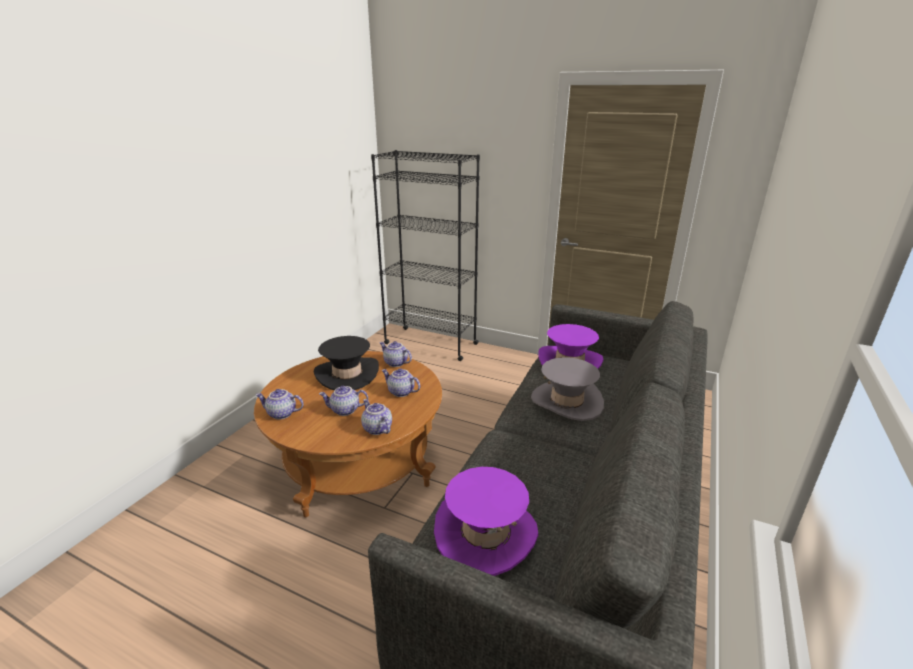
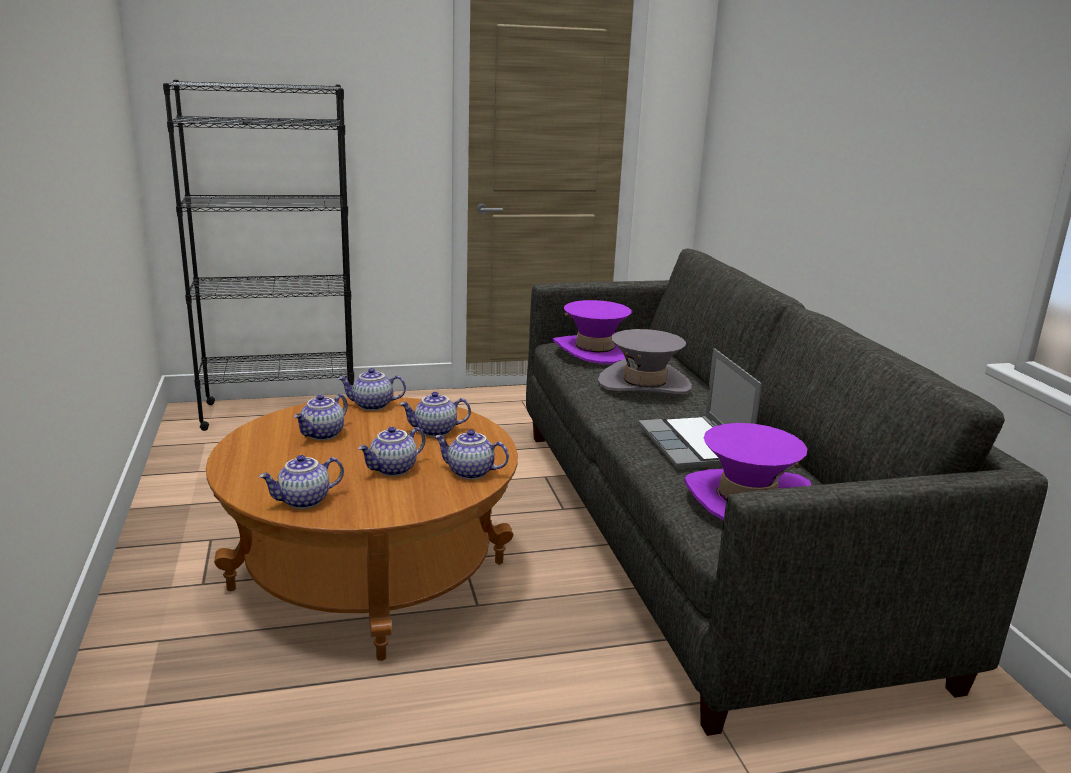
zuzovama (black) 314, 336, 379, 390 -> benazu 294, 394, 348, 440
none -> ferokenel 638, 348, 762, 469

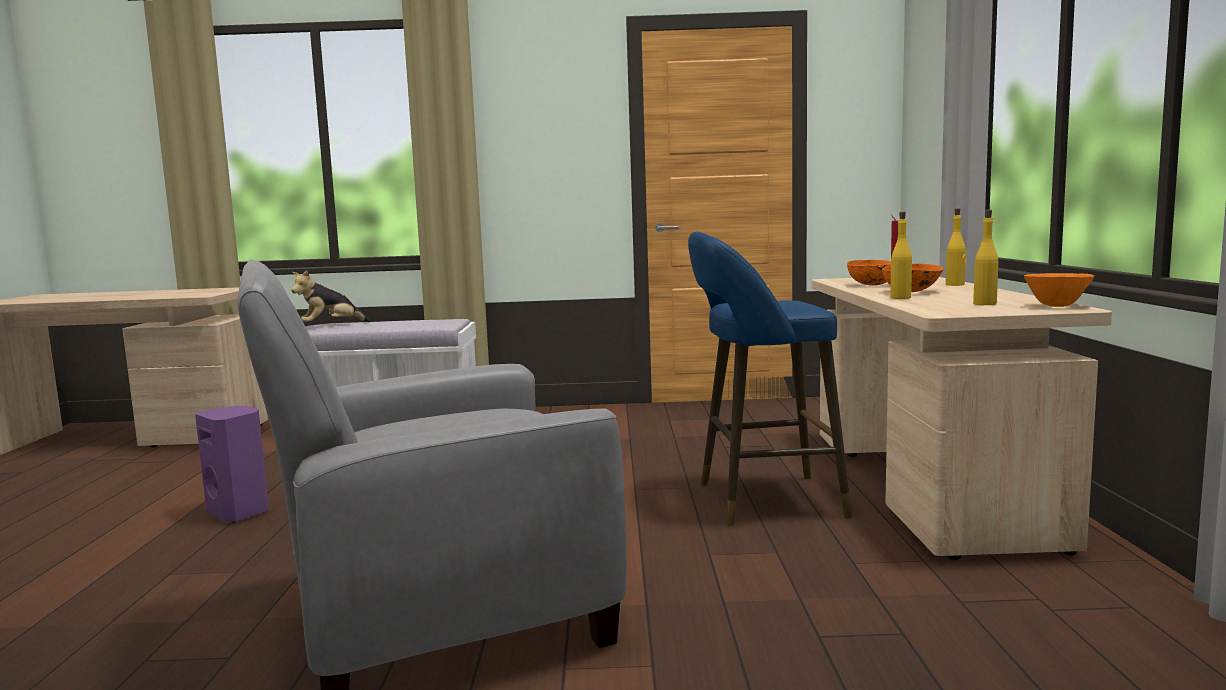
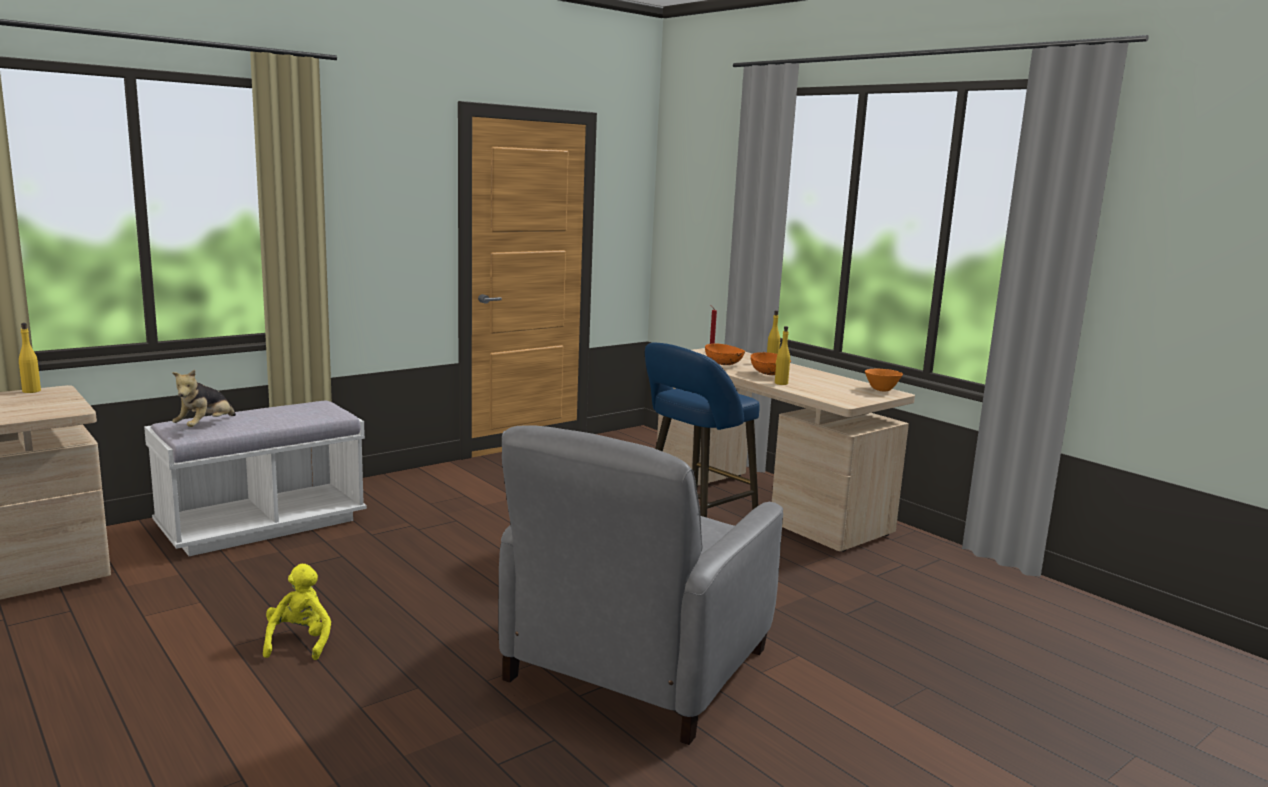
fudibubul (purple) 195, 406, 269, 523 -> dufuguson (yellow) 263, 564, 331, 660
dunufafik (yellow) 973, 210, 998, 305 -> dunufafik (yellow) 19, 323, 41, 393, shifted

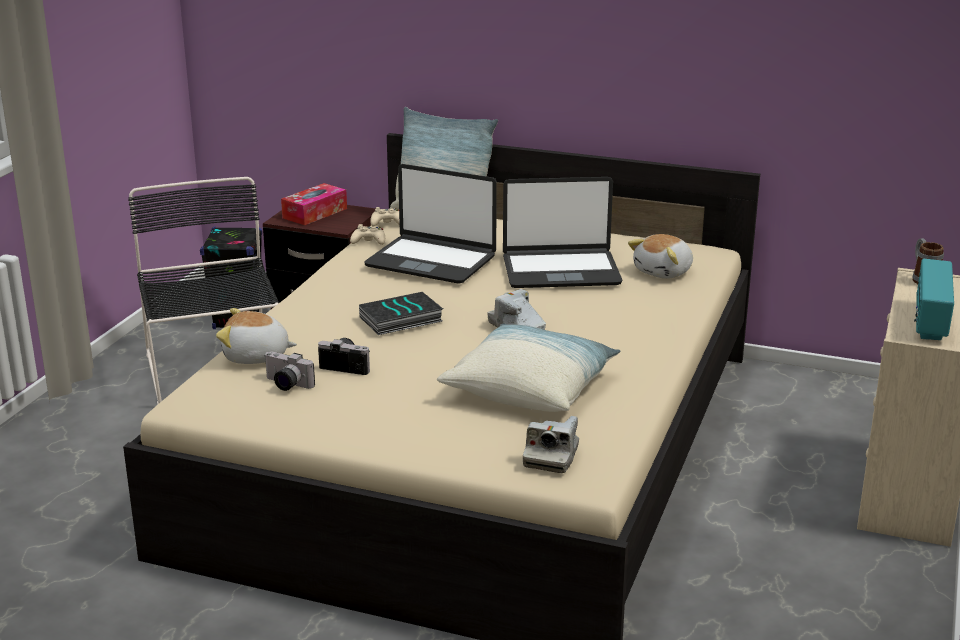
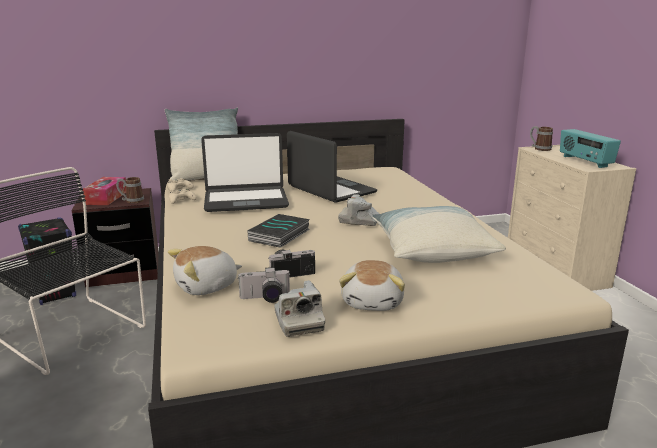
ferokenel 503, 177, 622, 288 -> ferokenel 287, 131, 377, 203, 90 degrees counterclockwise
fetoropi 523, 416, 579, 473 -> fetoropi 274, 280, 325, 337, shifted
dufuguson 628, 234, 693, 279 -> dufuguson 339, 260, 405, 311, shifted
none -> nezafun 116, 177, 144, 203

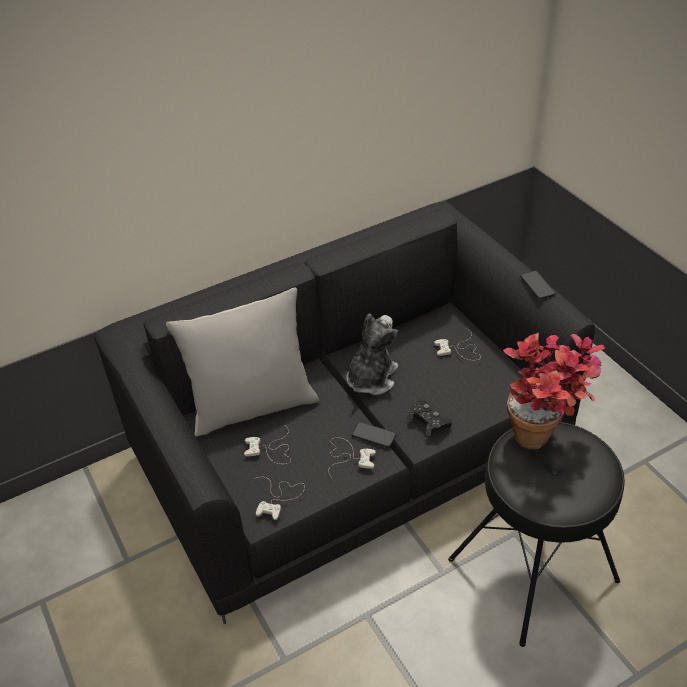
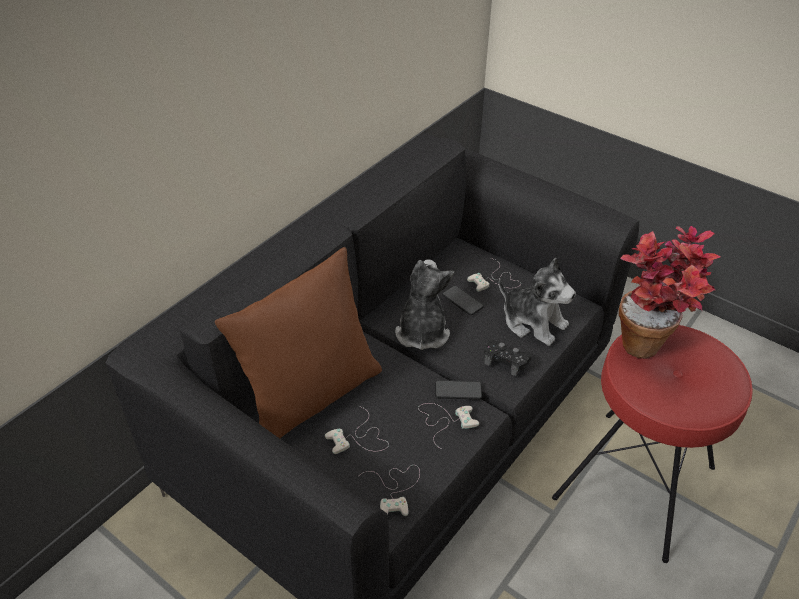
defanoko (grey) 166, 287, 319, 437 -> defanoko (brown) 215, 247, 382, 438
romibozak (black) 448, 422, 625, 647 -> romibozak (red) 552, 325, 753, 563
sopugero 520, 271, 556, 299 -> sopugero 442, 285, 484, 315, shifted
none -> dufuguson 499, 258, 576, 346

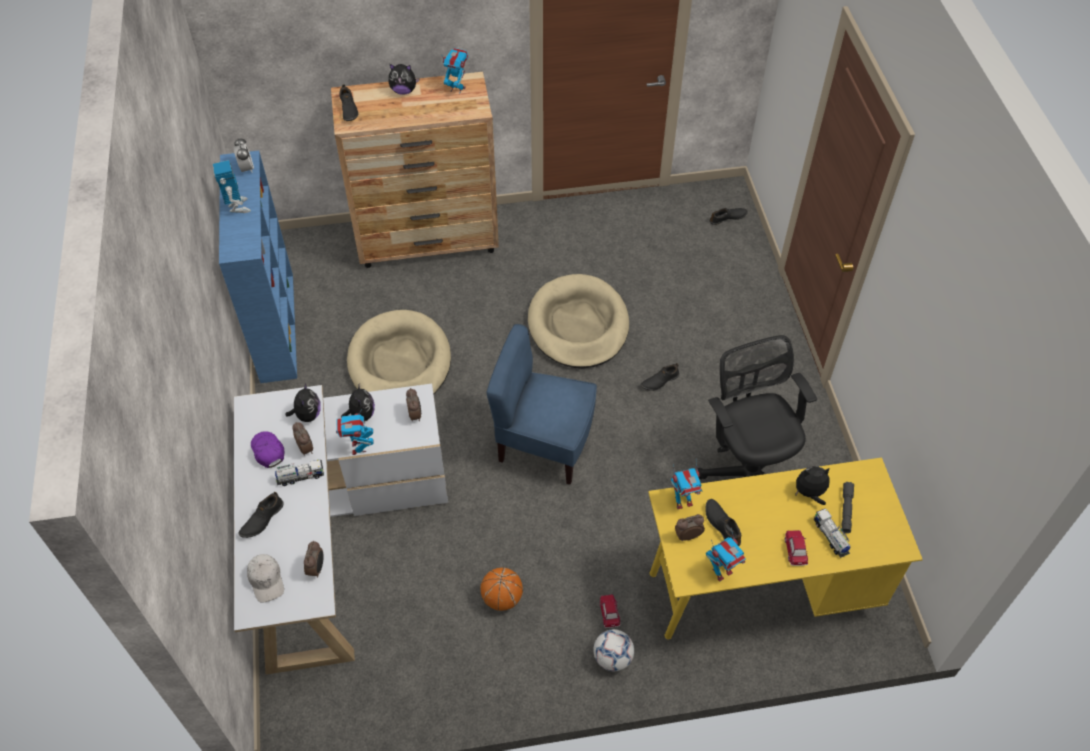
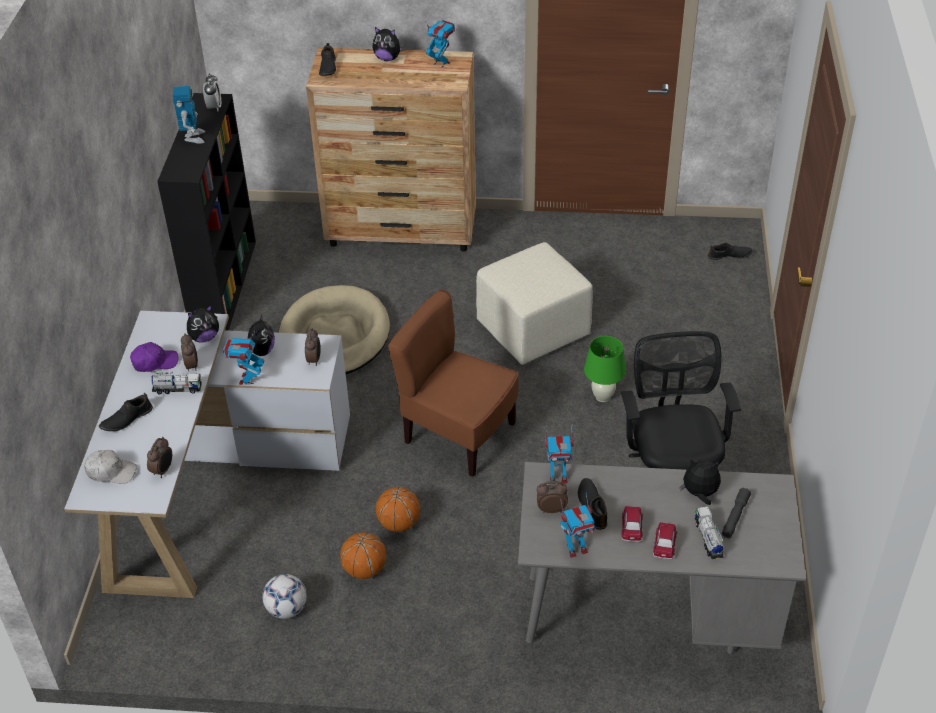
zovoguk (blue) 219, 151, 297, 383 -> zovoguk (black) 157, 93, 256, 331
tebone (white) 247, 554, 284, 603 -> tebone (white) 85, 450, 137, 484, 75 degrees counterclockwise
tebone (purple) 251, 431, 284, 468 -> tebone (purple) 130, 342, 178, 372, 90 degrees clockwise
dufuguson 285, 383, 320, 422 -> dufuguson 187, 305, 219, 342, 45 degrees clockwise
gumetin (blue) 486, 324, 597, 485 -> gumetin (brown) 388, 290, 519, 477
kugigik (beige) 528, 274, 629, 368 -> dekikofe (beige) 476, 242, 593, 365
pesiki 594, 629, 634, 671 -> pesiki 262, 574, 307, 619, shifted
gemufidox 599, 594, 620, 628 -> gemufidox 622, 506, 644, 542, shifted
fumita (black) 641, 363, 680, 391 -> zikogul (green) 584, 336, 626, 402
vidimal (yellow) 648, 458, 923, 640 -> vidimal (grey) 518, 462, 806, 655
none -> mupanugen 376, 487, 420, 532

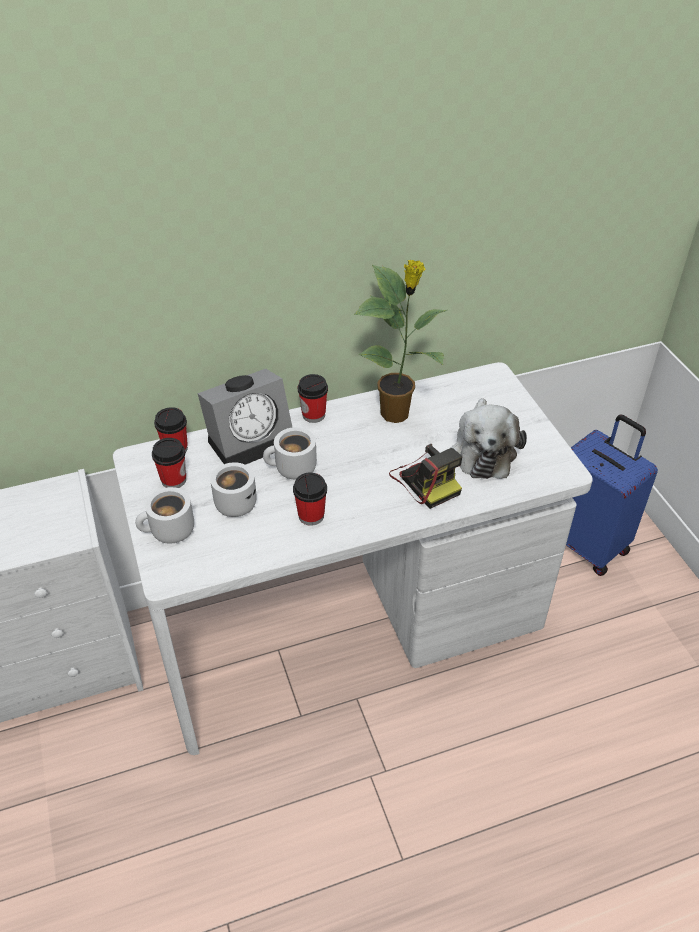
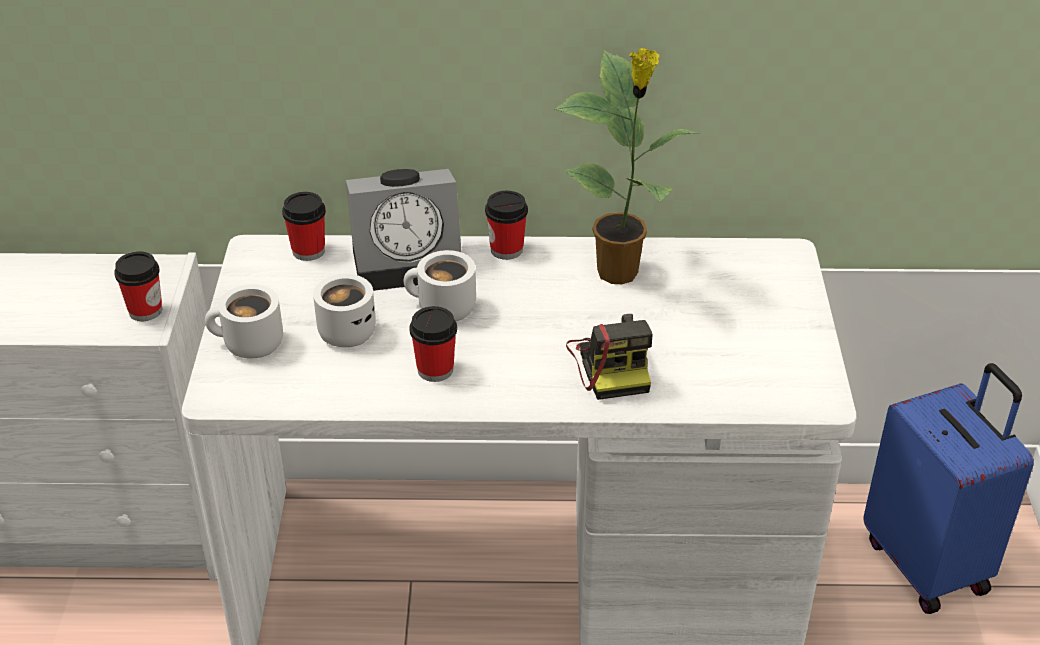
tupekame 152, 438, 186, 488 -> tupekame 114, 251, 162, 321, shifted
dufuguson 451, 398, 527, 479 -> none

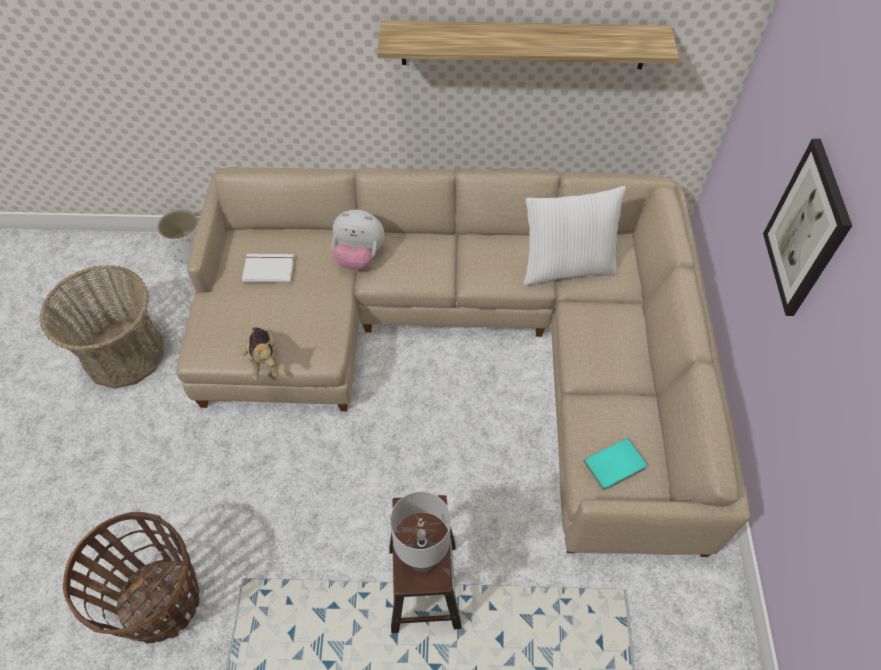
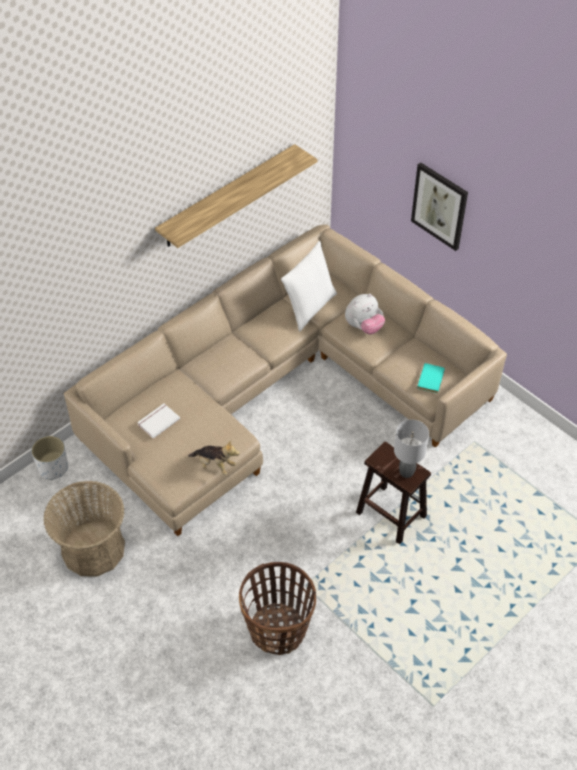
dufuguson 332, 210, 385, 270 -> dufuguson 345, 294, 385, 334, shifted

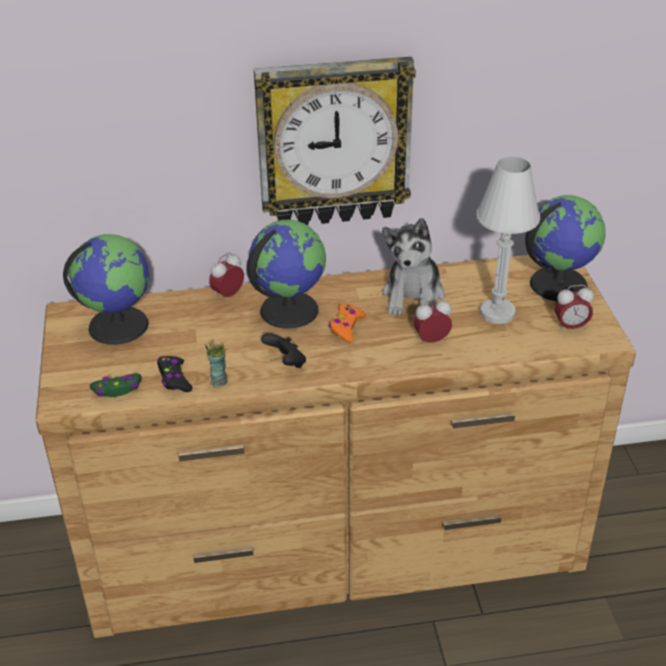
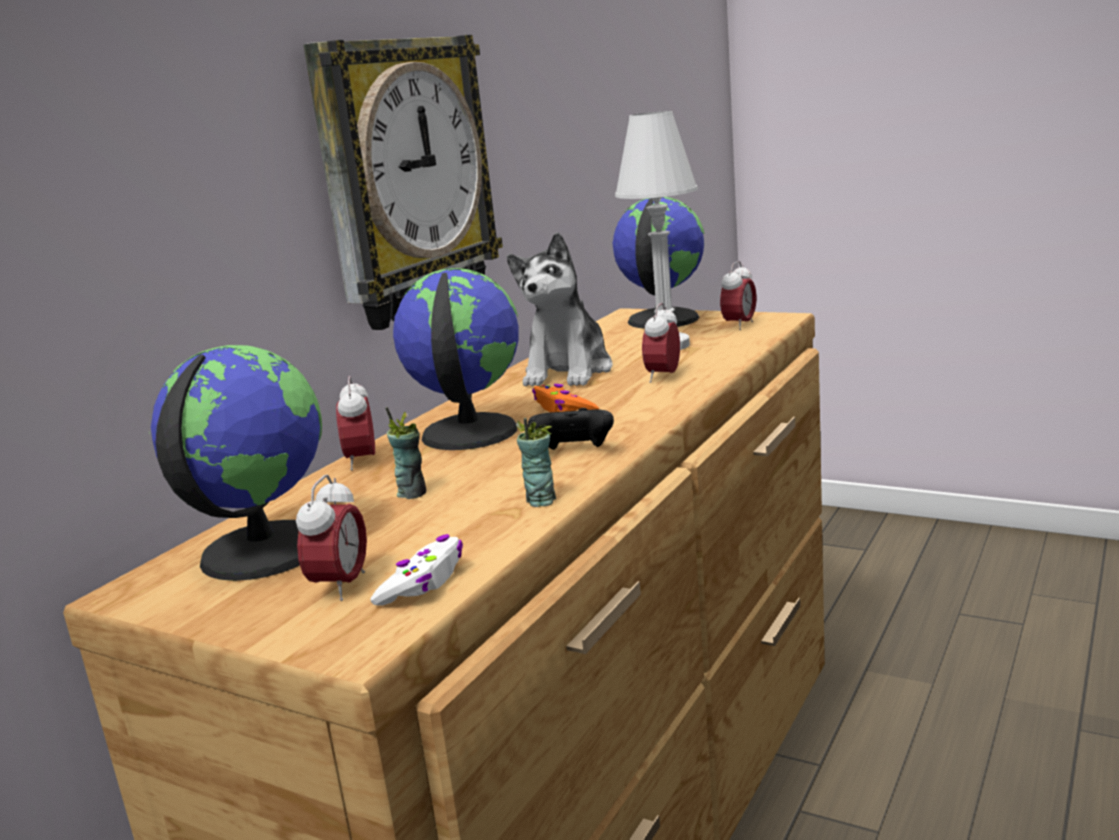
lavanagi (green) 90, 373, 142, 397 -> lavanagi (white) 370, 534, 463, 606
lavanagi (black) 157, 356, 192, 392 -> none
dufuguson 382, 218, 445, 315 -> dufuguson 507, 232, 612, 386, 60 degrees clockwise
none -> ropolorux 296, 475, 367, 601
none -> tupekame 385, 407, 426, 499

